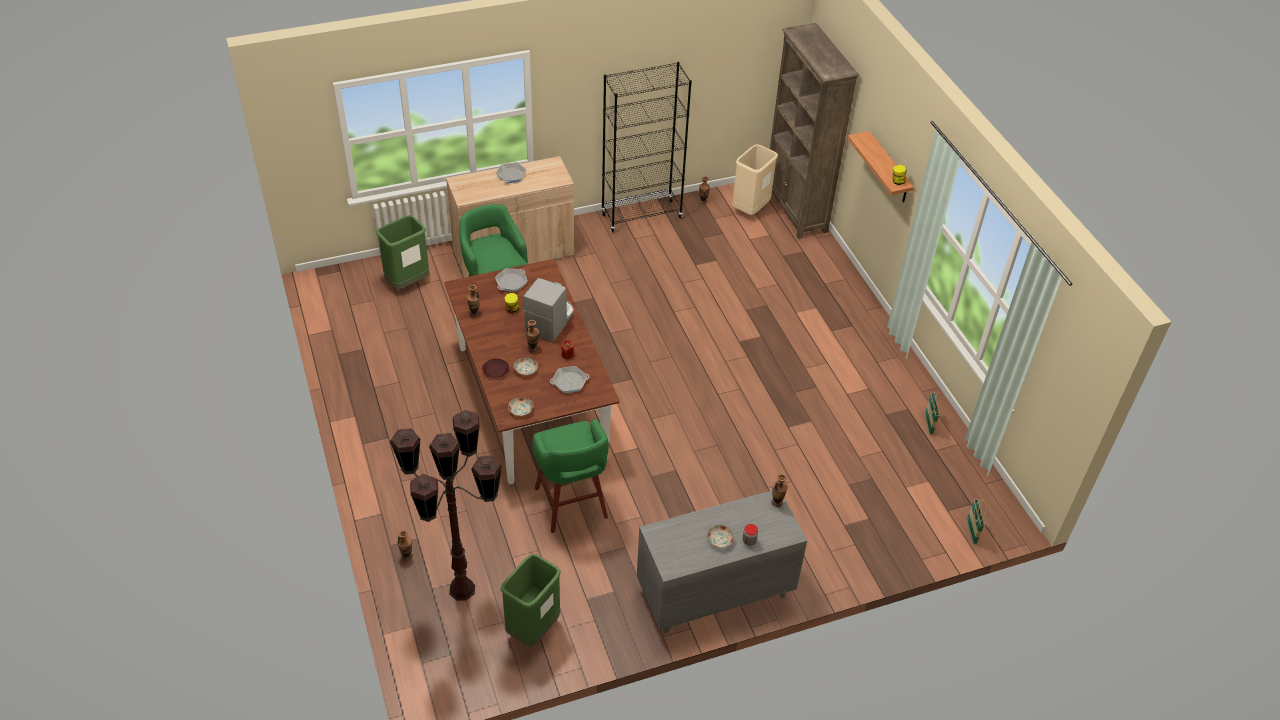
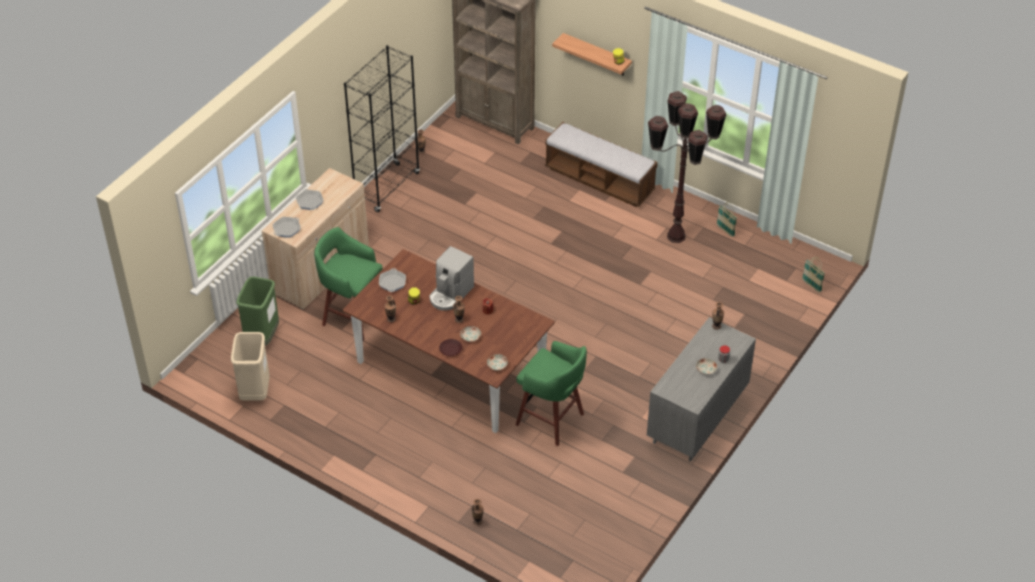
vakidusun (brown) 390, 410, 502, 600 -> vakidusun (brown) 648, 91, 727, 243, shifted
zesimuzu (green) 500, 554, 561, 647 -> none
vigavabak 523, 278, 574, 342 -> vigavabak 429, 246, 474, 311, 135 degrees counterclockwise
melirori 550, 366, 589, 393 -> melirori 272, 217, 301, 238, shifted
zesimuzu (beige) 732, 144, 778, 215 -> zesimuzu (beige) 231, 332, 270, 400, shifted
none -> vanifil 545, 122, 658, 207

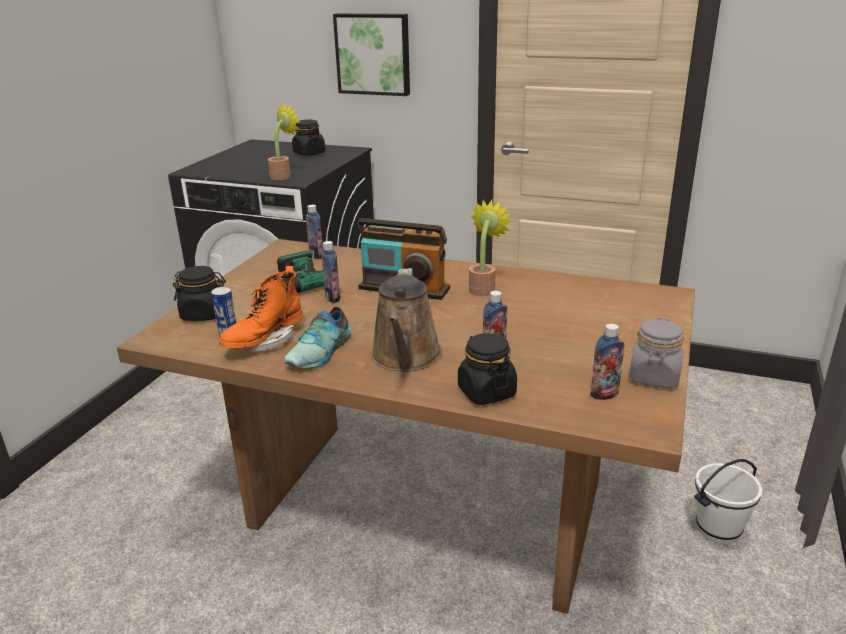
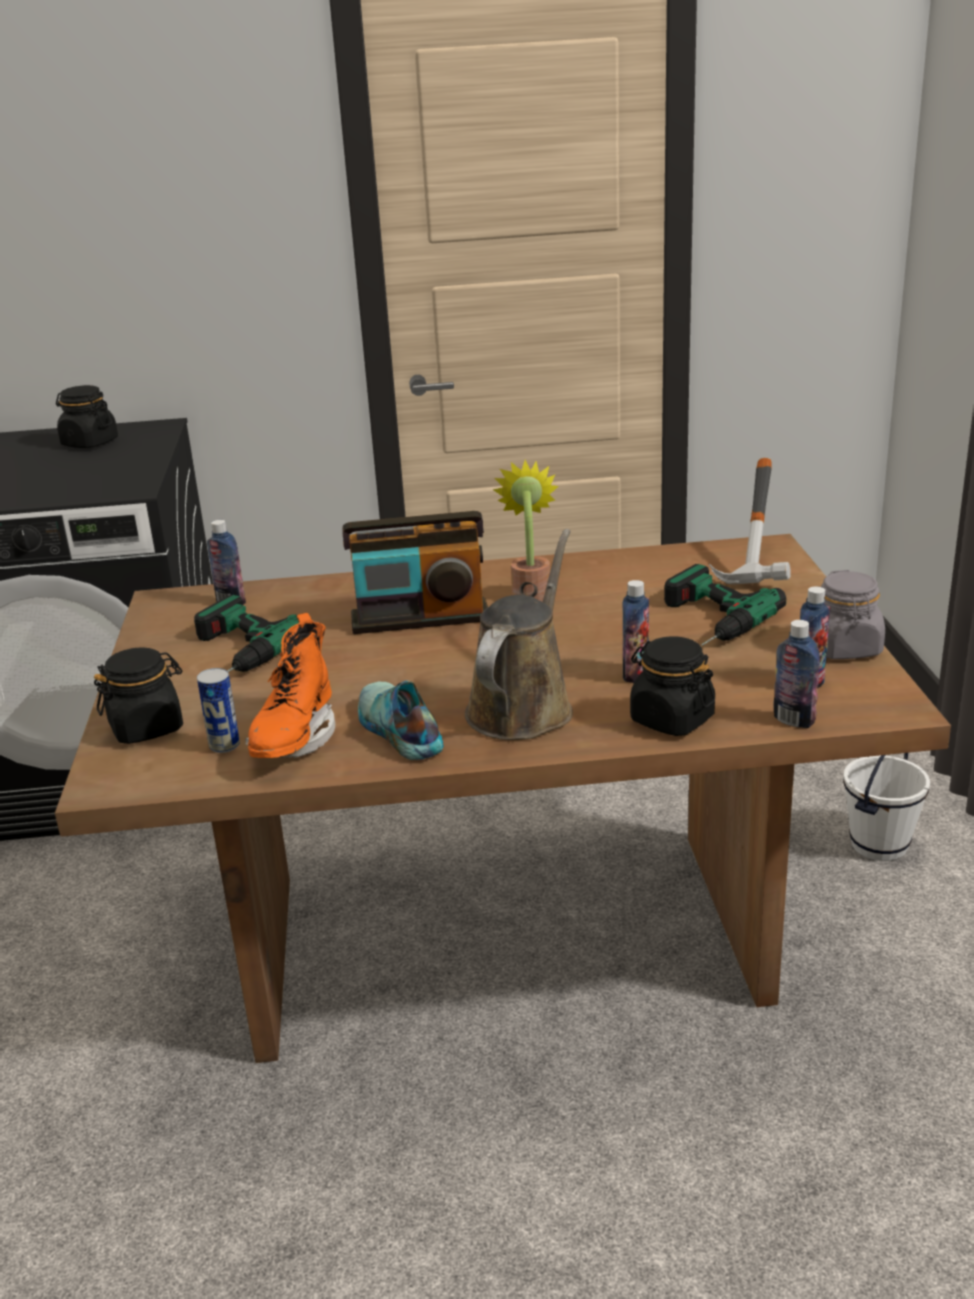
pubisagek 268, 103, 301, 180 -> none
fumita 284, 307, 352, 369 -> fumita 358, 680, 444, 760, 150 degrees clockwise
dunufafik 321, 241, 340, 303 -> dunufafik 773, 620, 820, 728, shifted
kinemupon 333, 13, 410, 96 -> none
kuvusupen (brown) 371, 268, 442, 372 -> kuvusupen (brown) 465, 529, 573, 740, 135 degrees counterclockwise
none -> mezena 664, 564, 786, 646
none -> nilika 709, 458, 791, 584

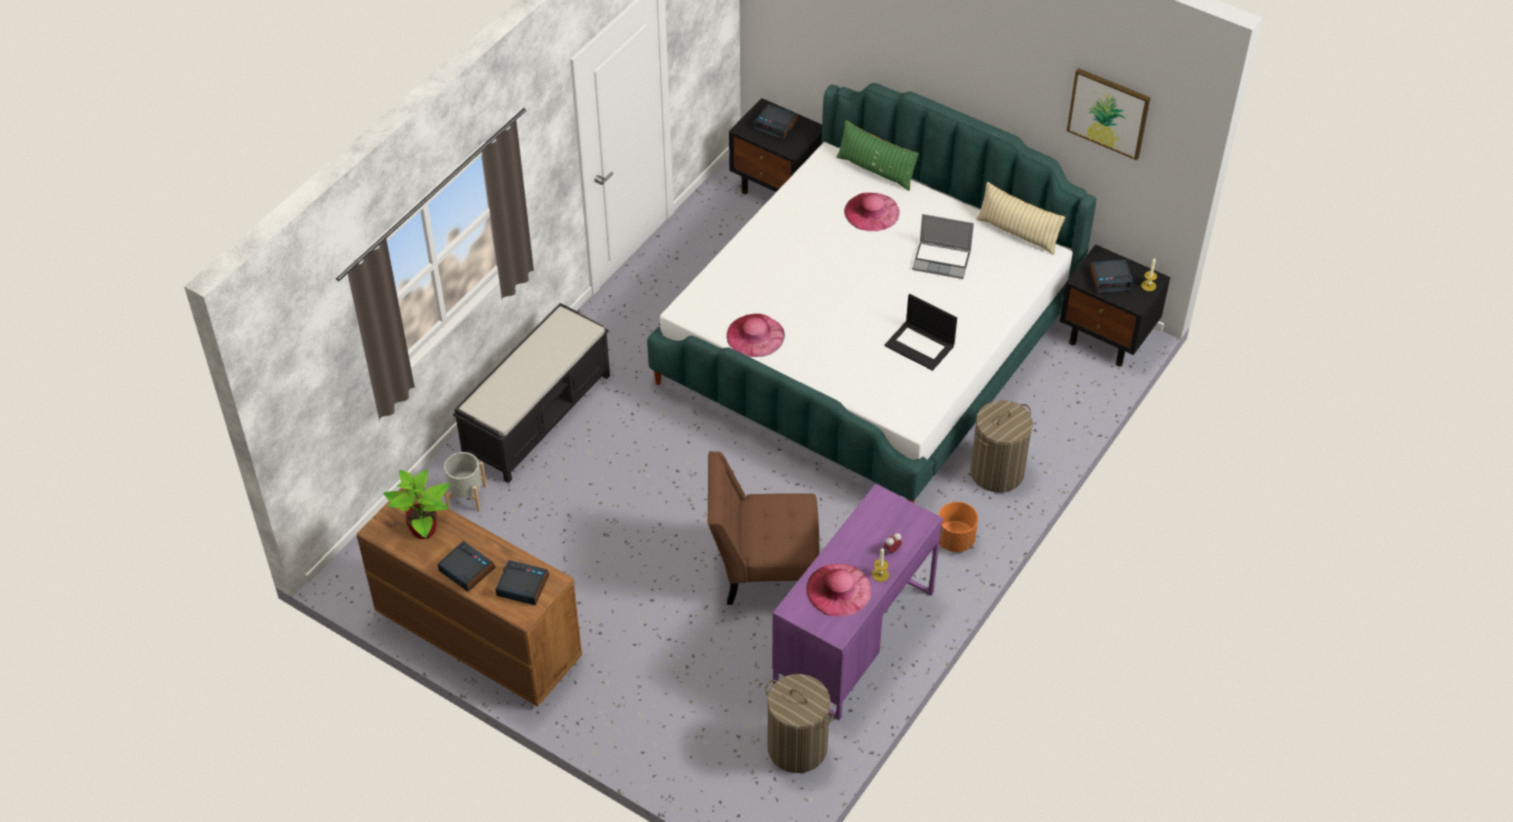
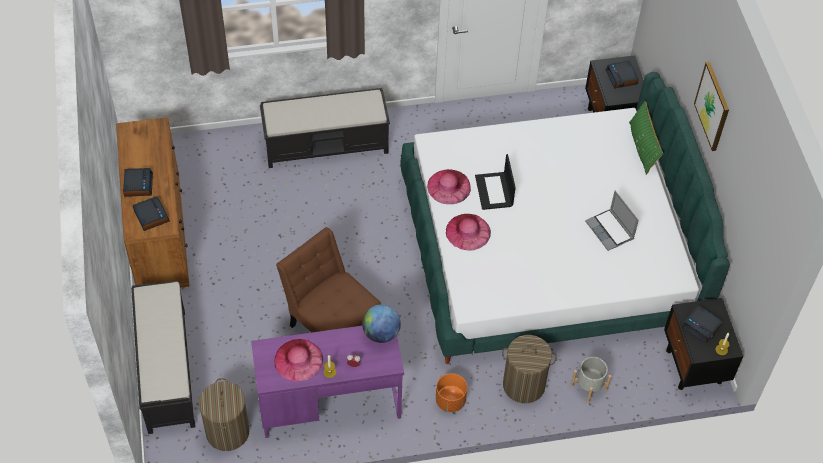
pubisagek 384, 469, 450, 540 -> none
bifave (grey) 443, 452, 487, 511 -> bifave (grey) 571, 357, 611, 404, shifted
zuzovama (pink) 844, 193, 899, 231 -> zuzovama (pink) 446, 214, 491, 251, shifted
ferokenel 885, 294, 957, 371 -> ferokenel 475, 154, 516, 210, shifted
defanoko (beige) 976, 182, 1065, 255 -> none
kinemupon 1067, 68, 1150, 160 -> kinemupon 694, 62, 729, 151, shifted
none -> vanifil (black) 131, 281, 196, 434
none -> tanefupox 362, 304, 401, 343

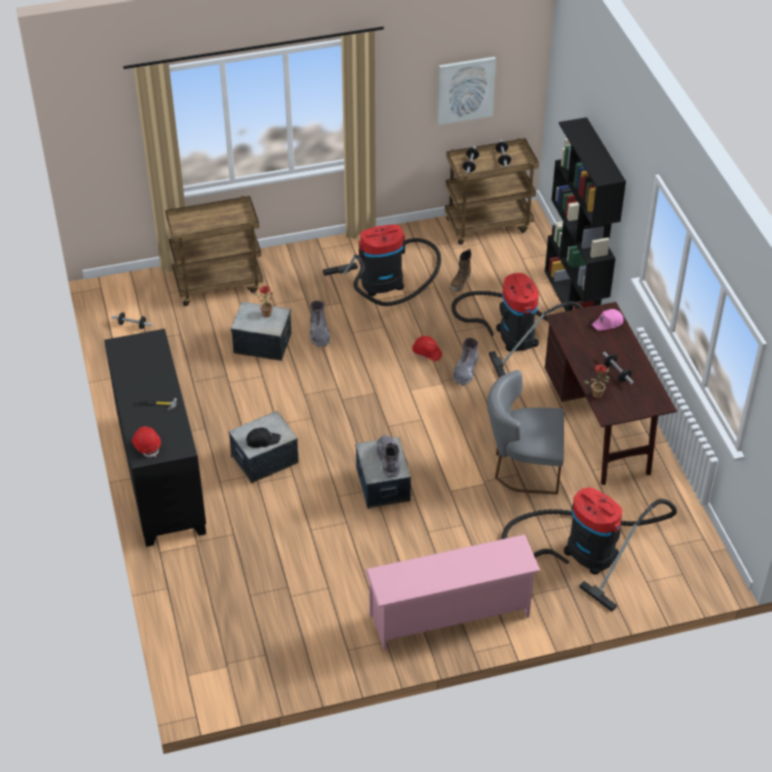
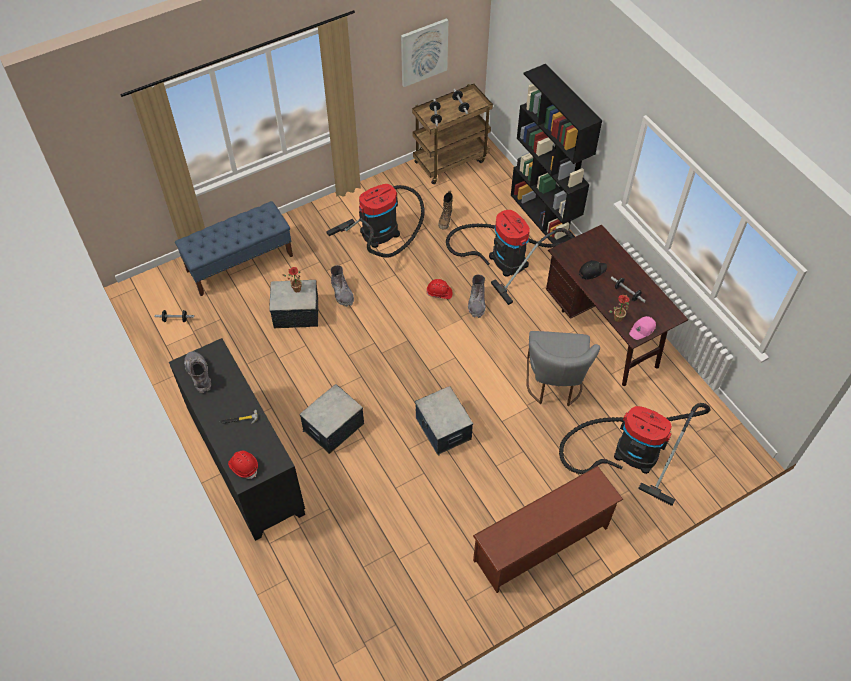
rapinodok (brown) 165, 196, 263, 306 -> vanifil (blue) 175, 201, 293, 296
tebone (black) 246, 427, 281, 448 -> tebone (black) 579, 260, 607, 280, shifted
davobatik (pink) 365, 534, 540, 651 -> davobatik (brown) 473, 466, 623, 593
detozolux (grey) 376, 435, 400, 478 -> detozolux (grey) 184, 351, 211, 393, shifted
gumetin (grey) 487, 370, 564, 494 -> gumetin (grey) 527, 331, 600, 406, 75 degrees counterclockwise
tebone (pink) 592, 309, 623, 331 -> tebone (pink) 629, 316, 656, 340, shifted

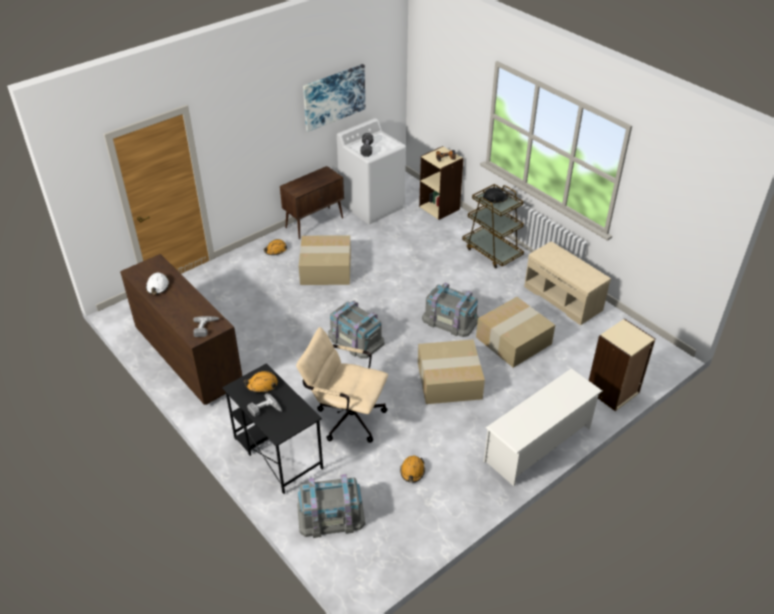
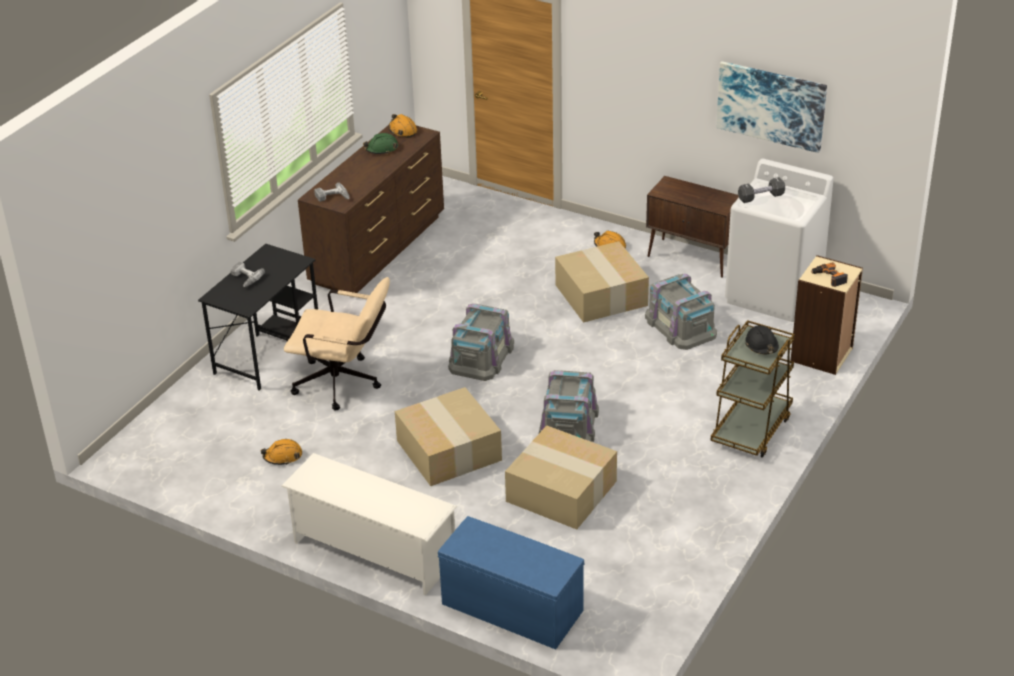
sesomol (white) 146, 273, 170, 294 -> sesomol (green) 363, 133, 398, 154
sesomol (orange) 244, 371, 278, 393 -> sesomol (orange) 389, 114, 417, 138, shifted
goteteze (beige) 296, 327, 388, 443 -> goteteze (beige) 284, 277, 390, 410, 105 degrees clockwise
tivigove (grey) 297, 474, 365, 538 -> tivigove (grey) 645, 274, 717, 350, shifted
vanifil (beige) 524, 241, 611, 325 -> none
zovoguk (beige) 589, 318, 656, 411 -> vanifil (blue) 438, 516, 584, 649

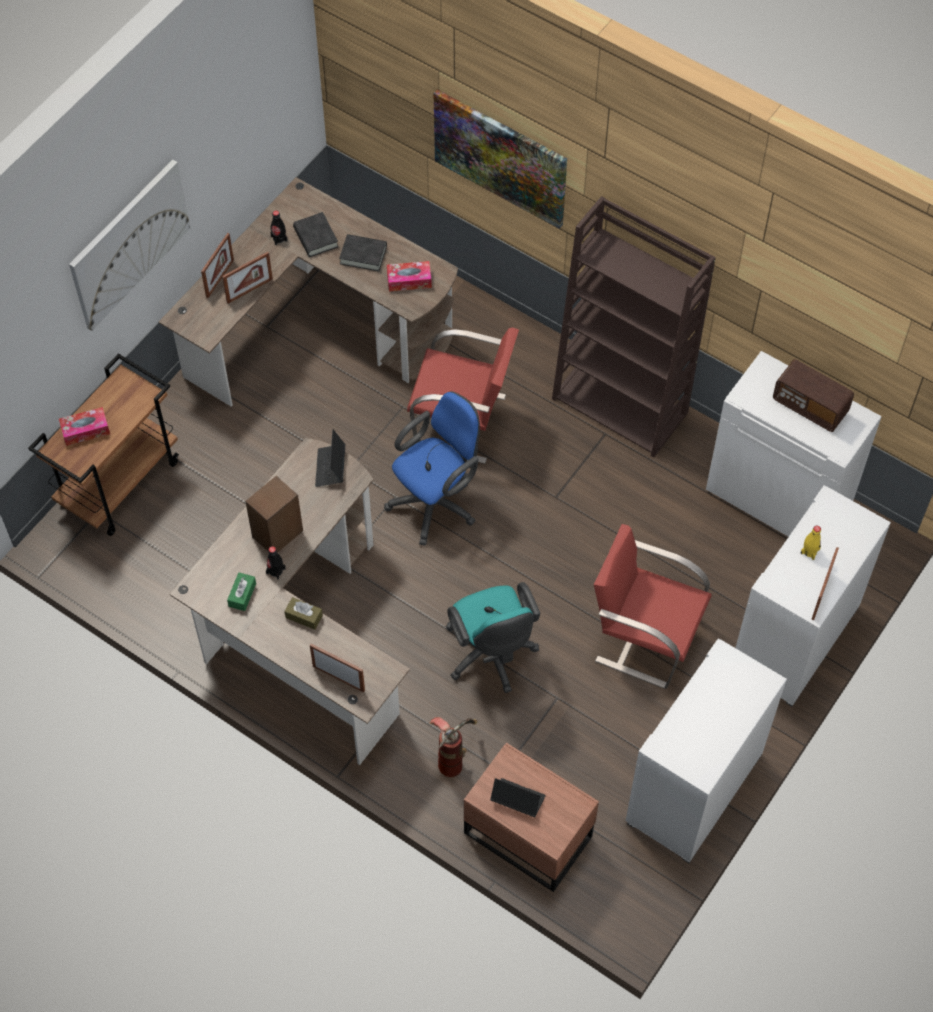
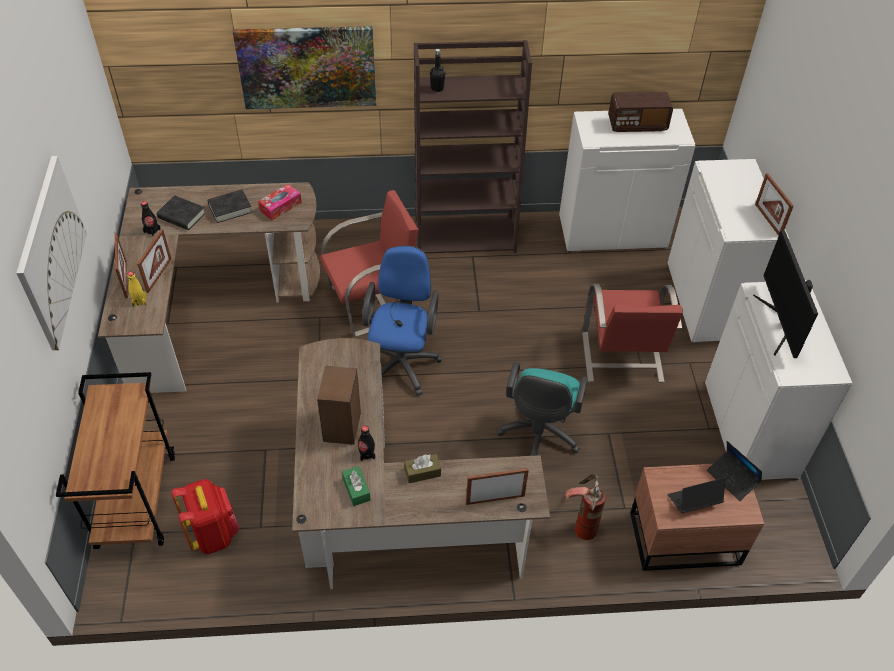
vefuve 59, 407, 110, 446 -> none
ferokenel 315, 429, 345, 487 -> ferokenel 707, 441, 762, 501, shifted
goteteze (turquoise) 446, 582, 540, 693 -> goteteze (turquoise) 497, 362, 588, 456, 75 degrees clockwise
gumetin (red) 594, 524, 712, 689 -> gumetin (red) 582, 284, 683, 383, 75 degrees counterclockwise
dunufafik (yellow) 800, 526, 821, 560 -> dunufafik (yellow) 127, 271, 147, 307, shifted
none -> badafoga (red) 171, 479, 240, 554
none -> dunufafik (black) 430, 49, 445, 92
none -> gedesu 753, 230, 818, 358

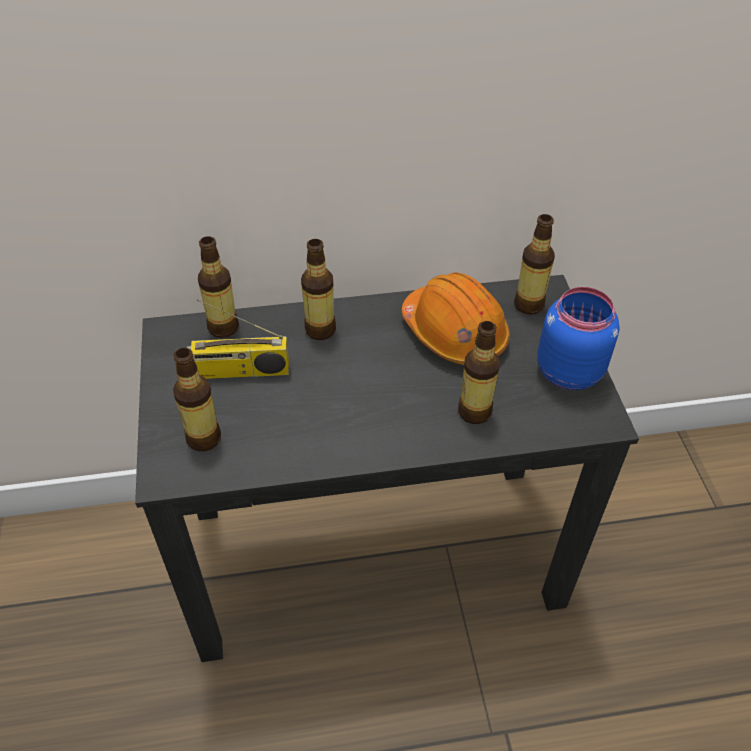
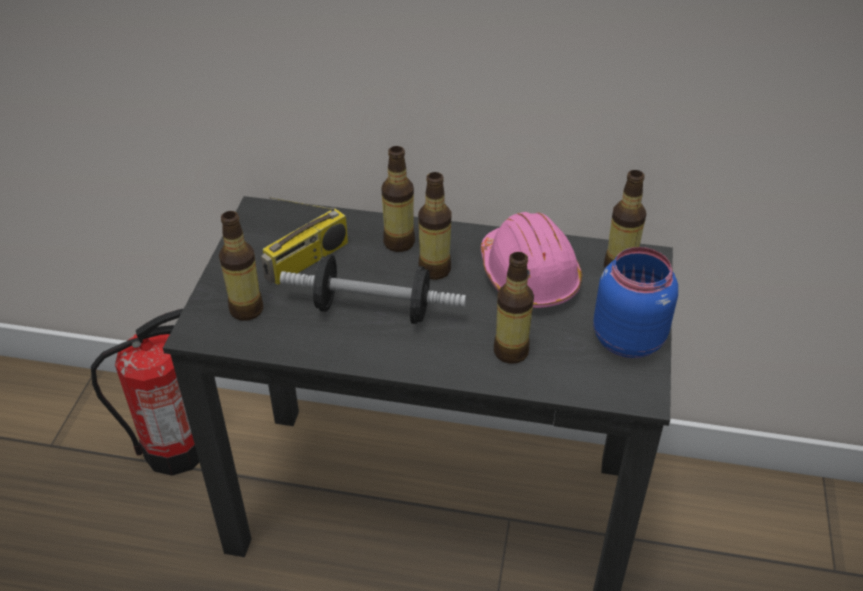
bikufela 187, 299, 289, 379 -> bikufela 261, 197, 348, 285, 60 degrees counterclockwise
dunufafik 198, 236, 239, 338 -> dunufafik 418, 172, 451, 280, shifted
sesomol (orange) 401, 272, 510, 365 -> sesomol (pink) 481, 212, 582, 308
none -> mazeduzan 91, 309, 200, 476
none -> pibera 280, 255, 466, 324

